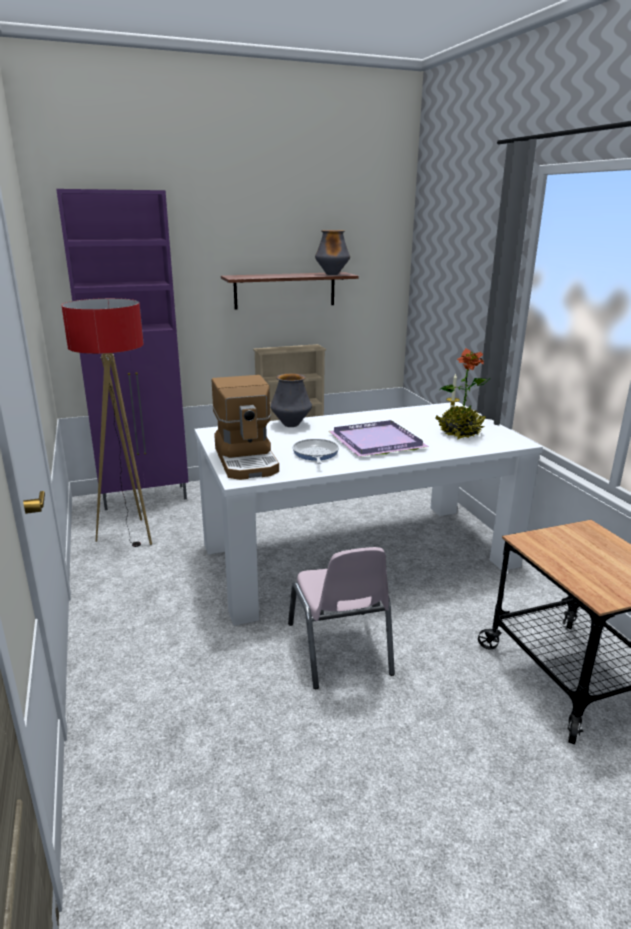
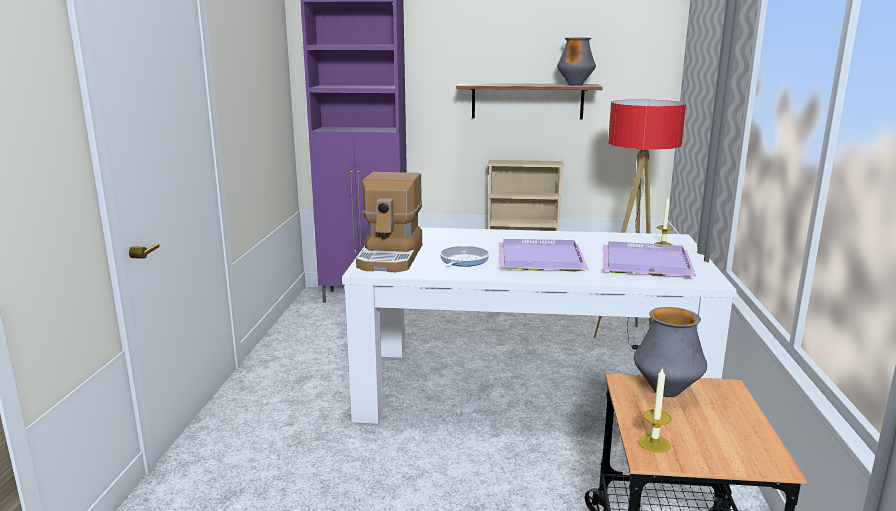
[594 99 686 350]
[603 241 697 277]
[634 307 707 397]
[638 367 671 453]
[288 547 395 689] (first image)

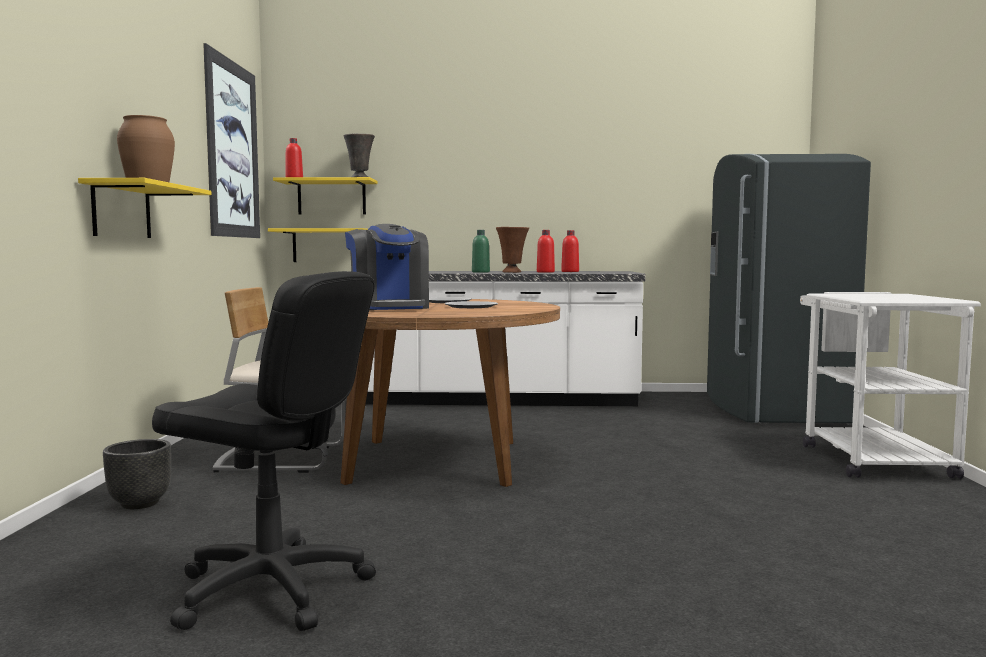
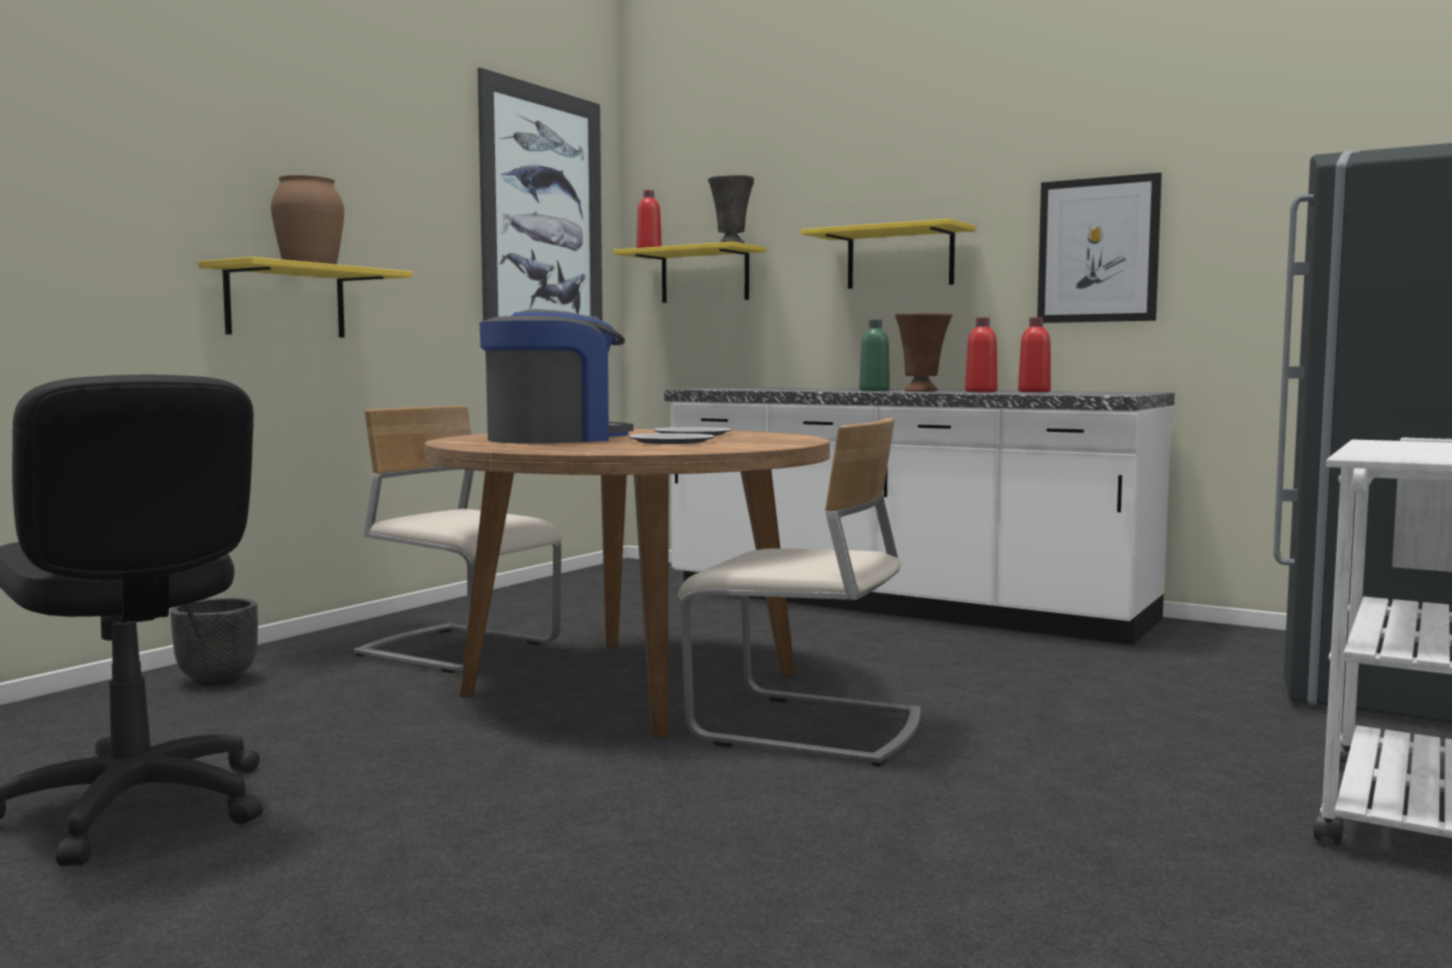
[480 309 634 444]
[678 418 920 767]
[801 219 975 289]
[1037 173 1162 323]

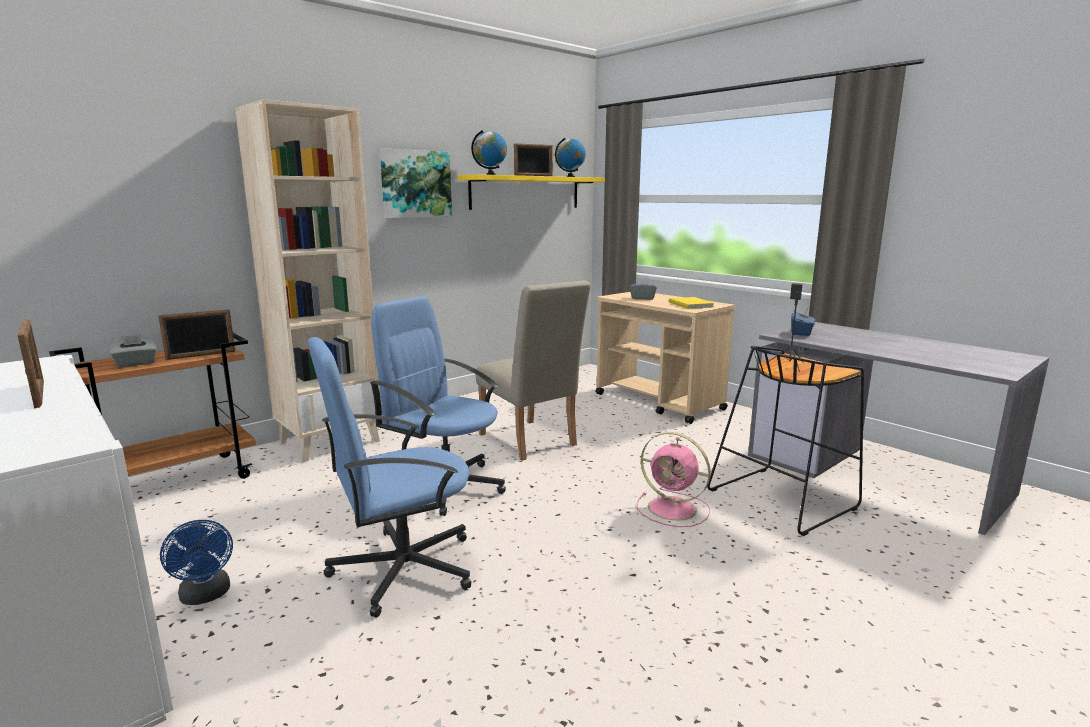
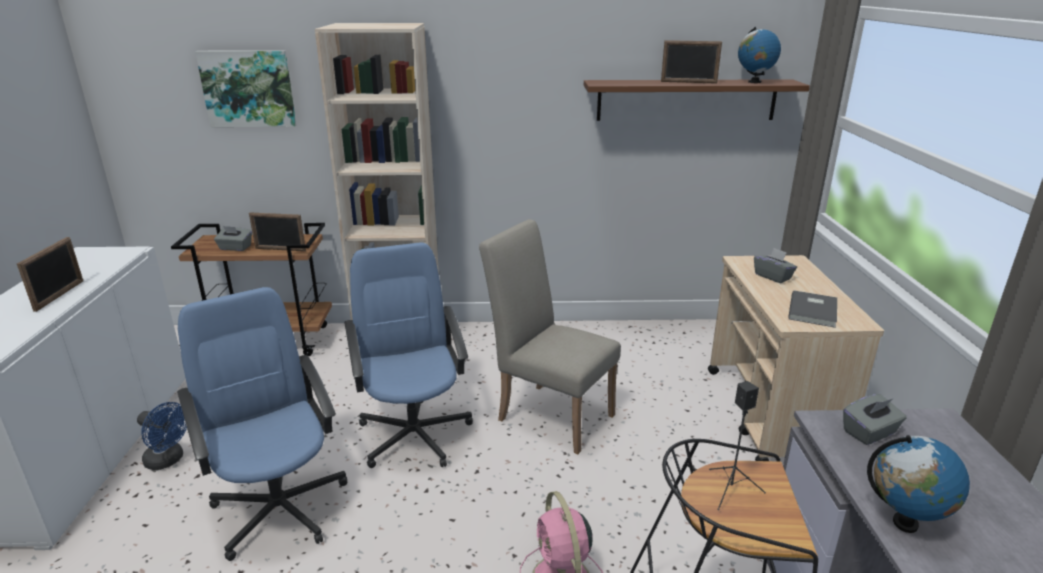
[137 402 187 470]
[177 287 348 561]
[195 50 296 127]
[479 219 621 454]
[584 79 810 121]
[788 290 837 328]
[843 394 907 445]
[867 435 970 533]

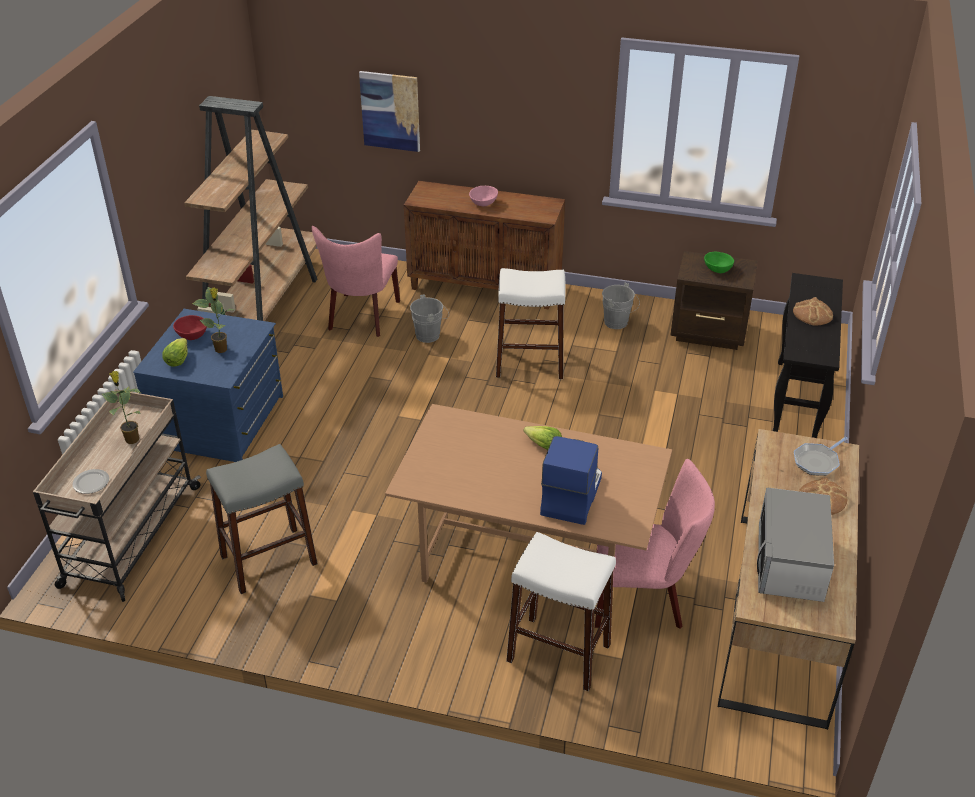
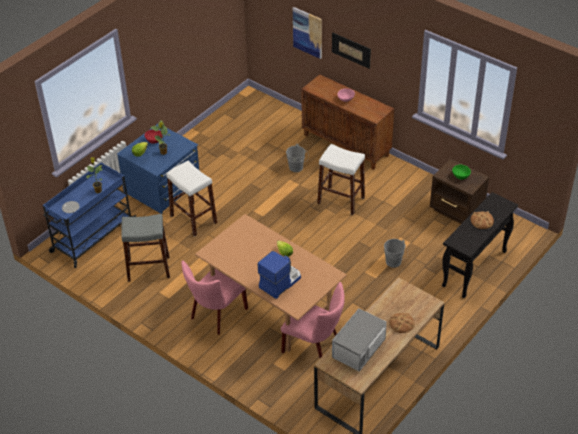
[43 163 136 268]
[166 161 217 237]
[181 260 248 335]
[332 33 371 69]
[384 239 408 268]
[184 96 323 321] (first image)
[794 437 848 476] (first image)

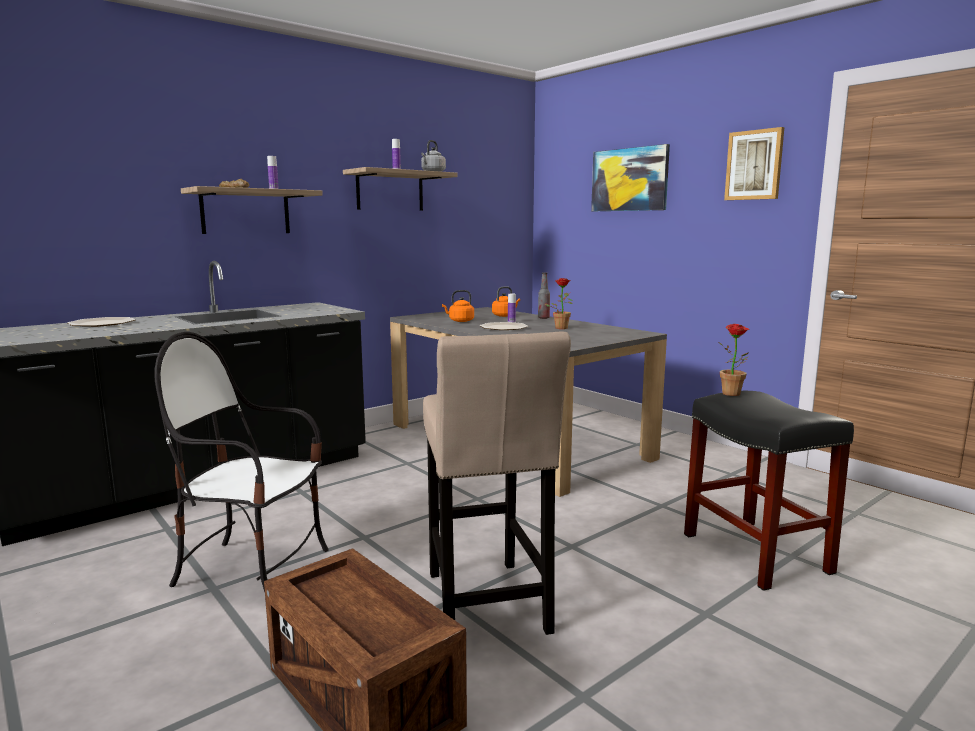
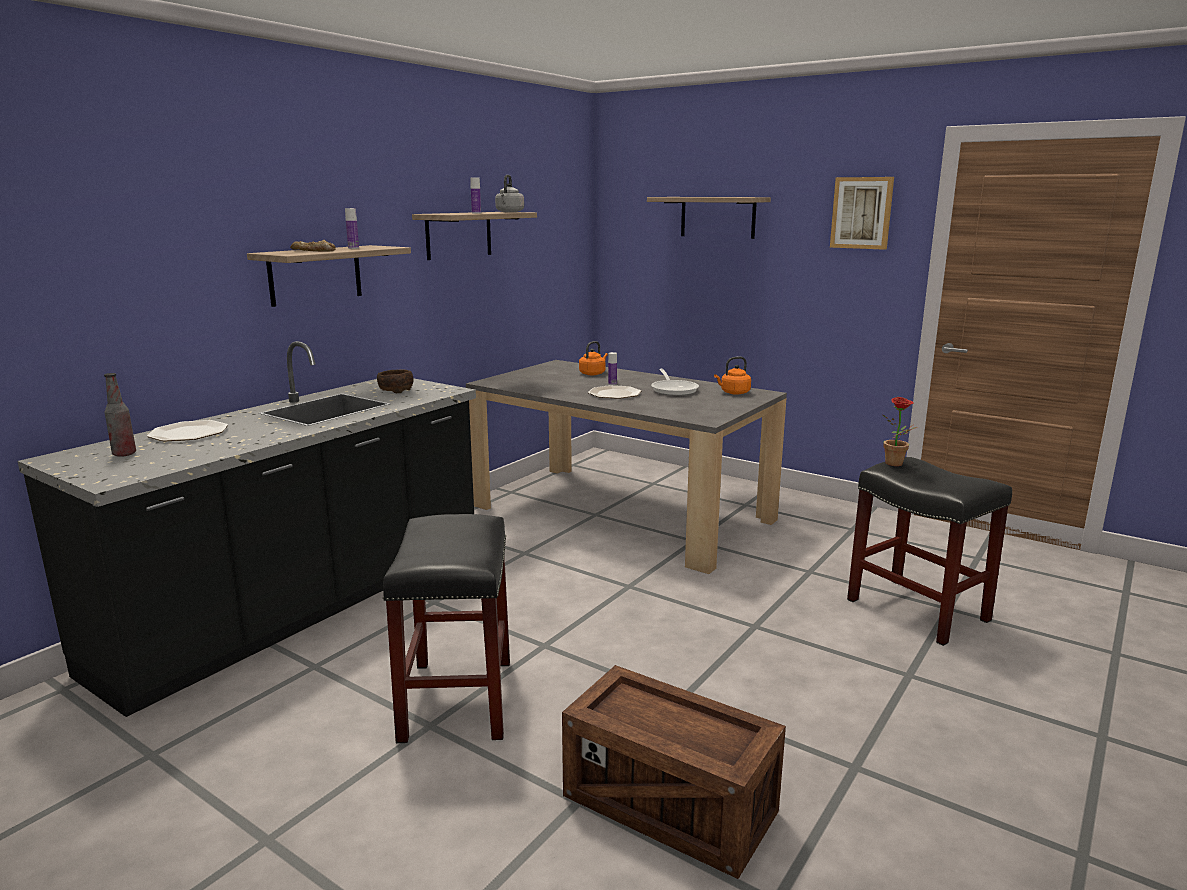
[104 373 136 457]
[377 369 413 393]
[383 514 510 743]
[647 197 771 239]
[651 369 699 396]
[714 356 751 395]
[423 331 571 635] (first image)

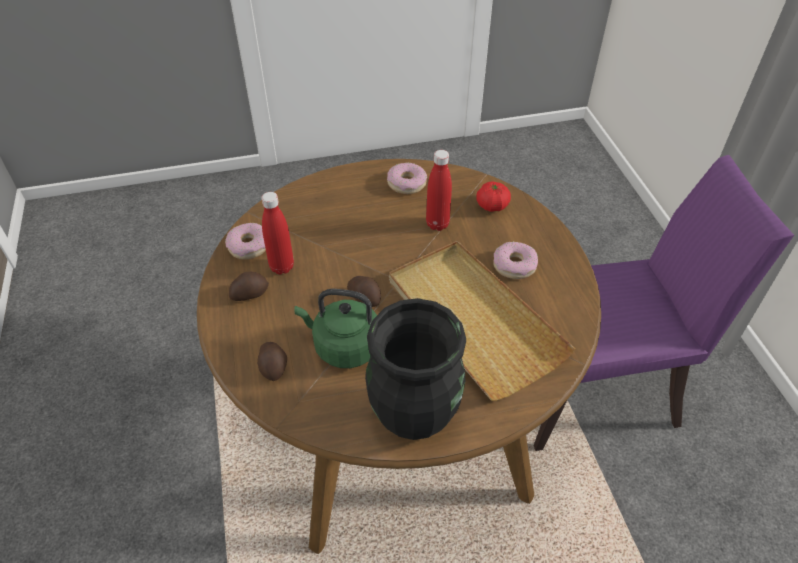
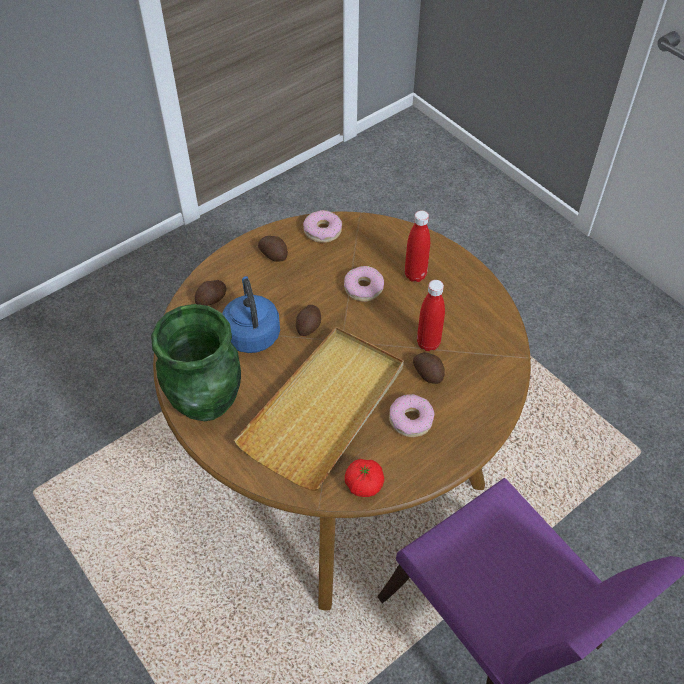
[151 304 241 421]
[222 276 280 353]
[344 266 384 301]
[345 459 384 497]
[405 211 430 282]
[413 352 444 384]

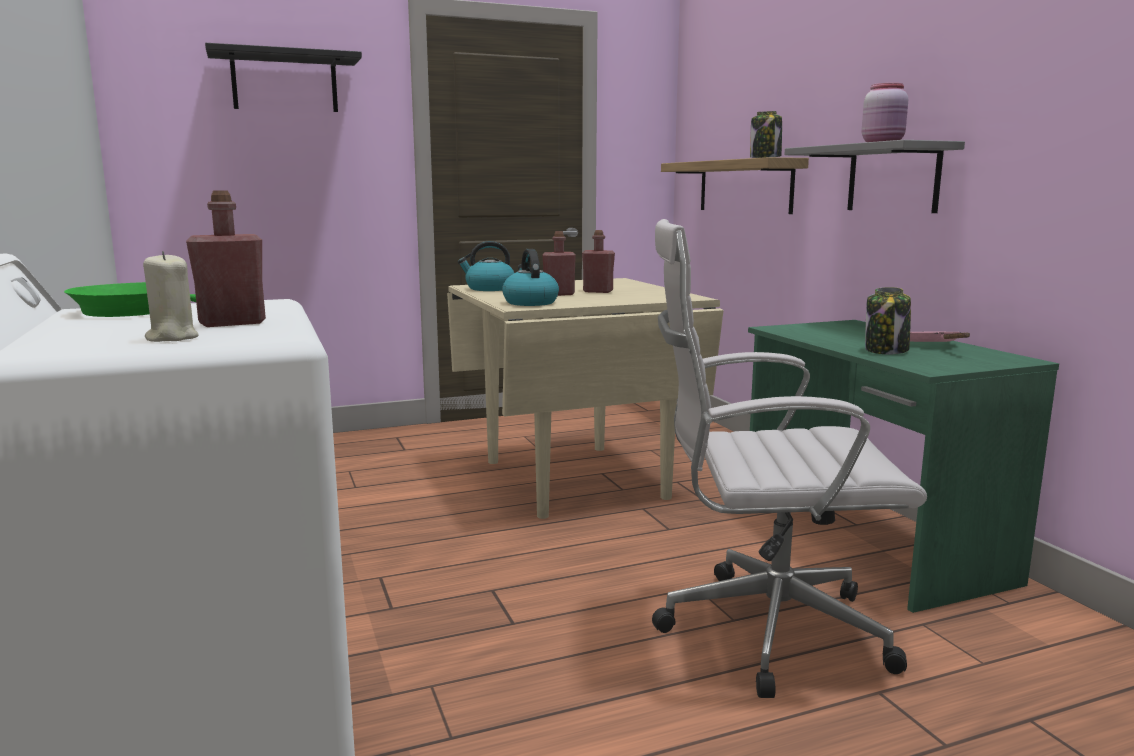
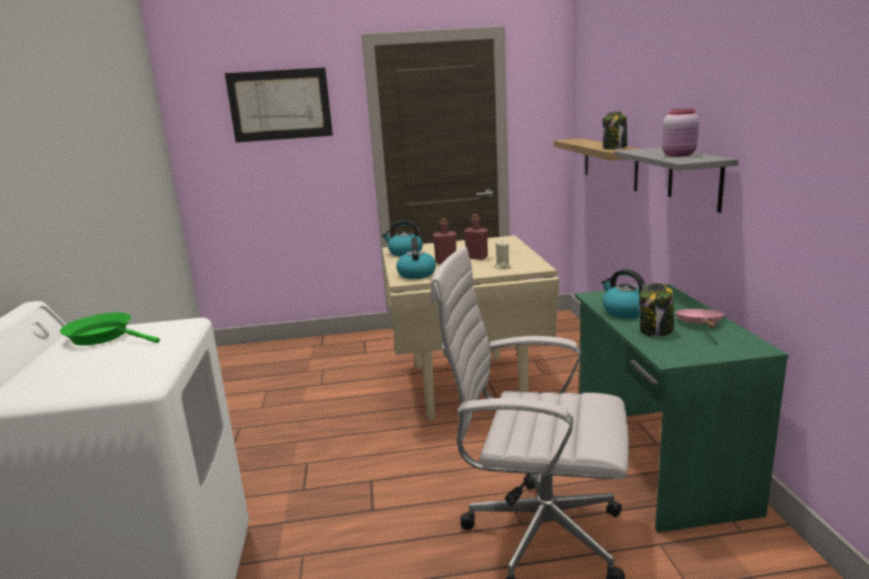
[225 67 333 142]
[494 240 511 269]
[601 269 645 318]
[186 190 266 327] (first image)

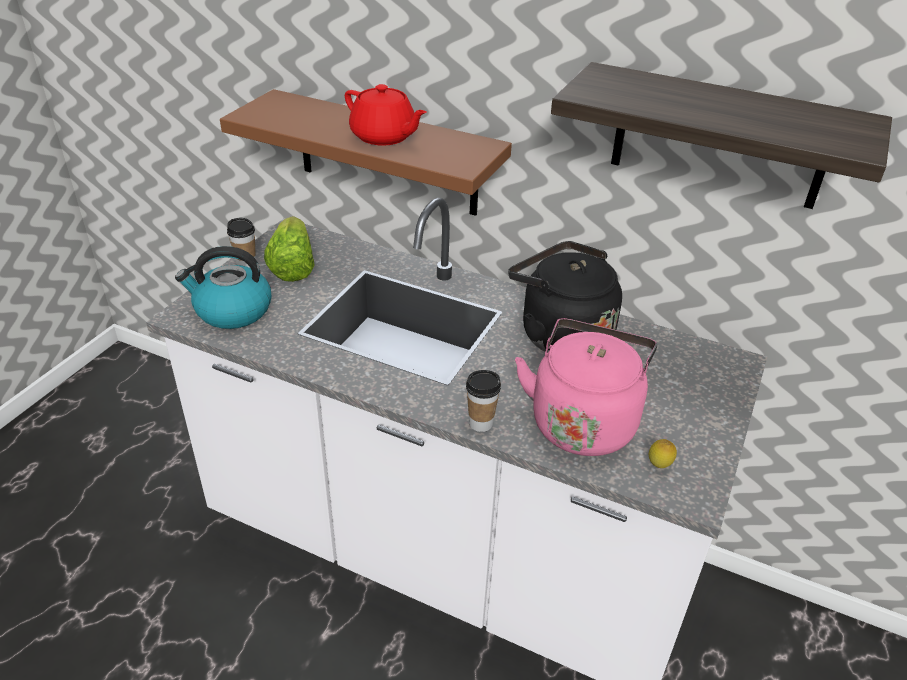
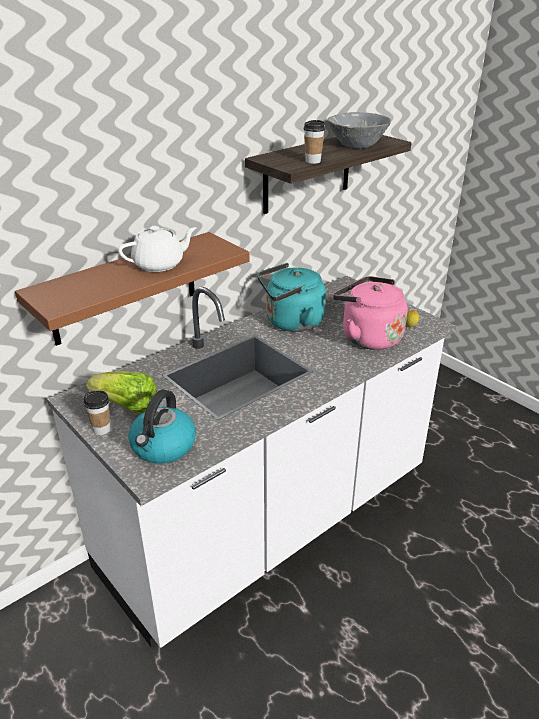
[118 226 197 272]
[257 263 326 332]
[304 120 325 164]
[327 112 391 149]

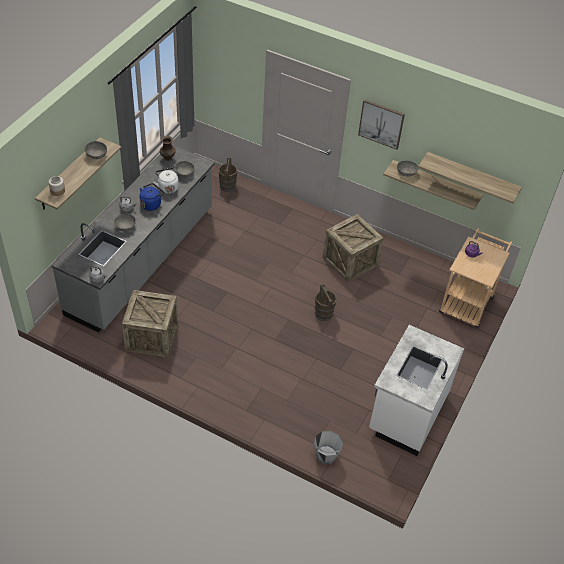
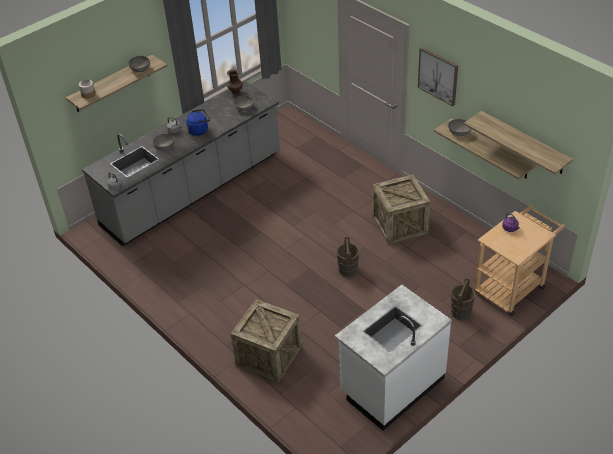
[231 299 302 382]
[450 277 475 320]
[154 167 179 194] (first image)
[314 431 343 464] (first image)

